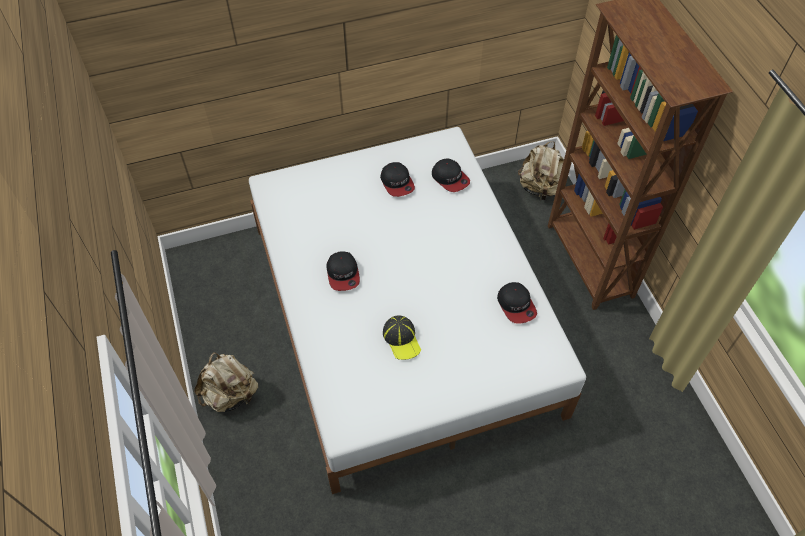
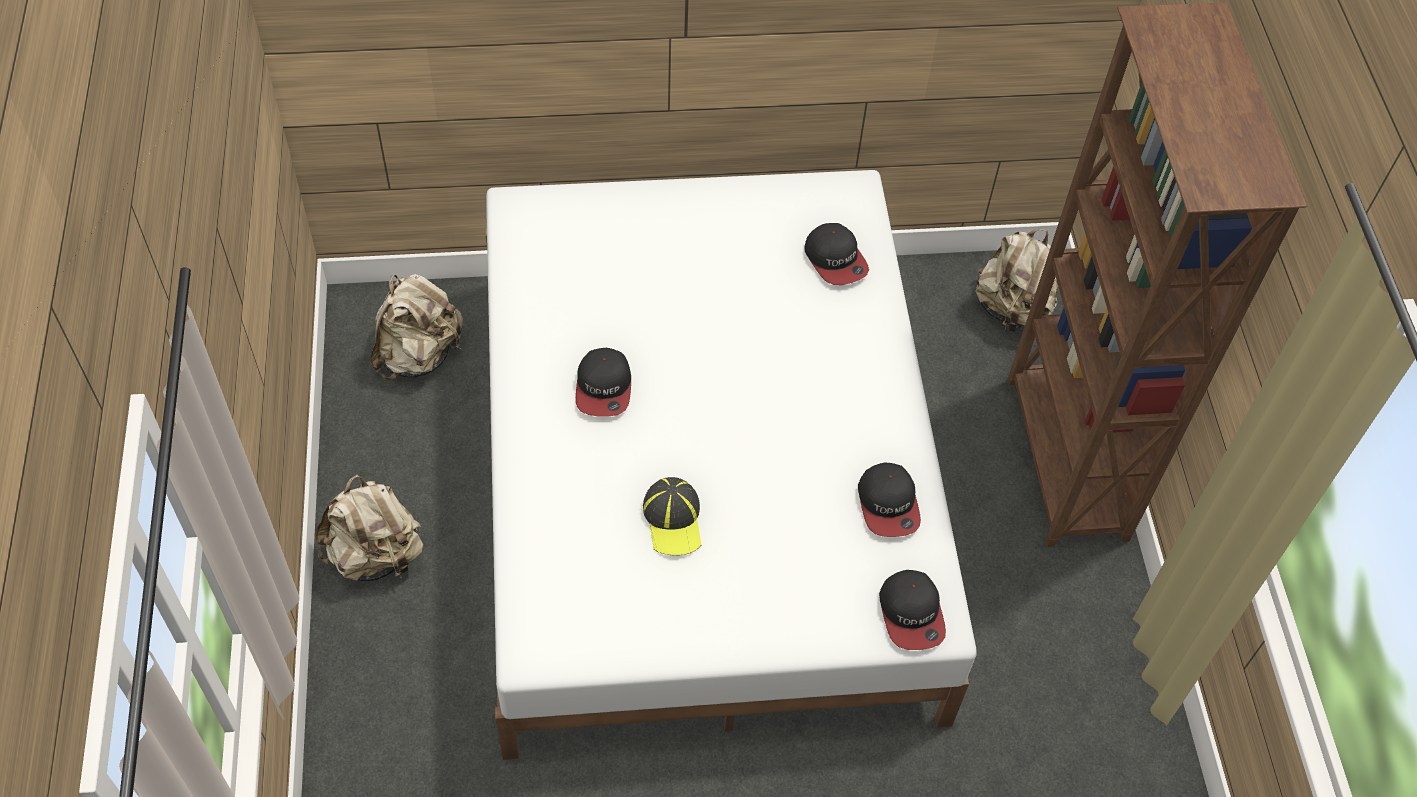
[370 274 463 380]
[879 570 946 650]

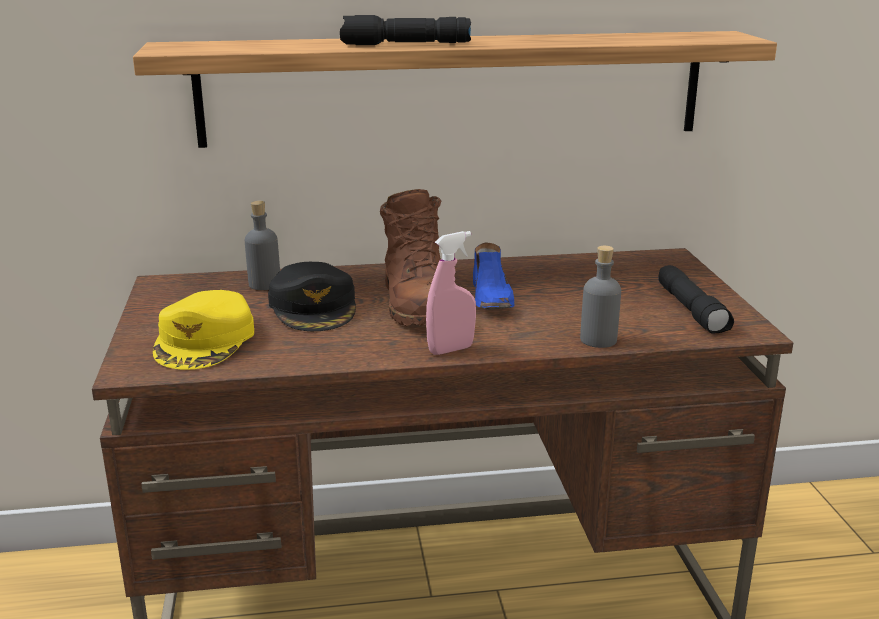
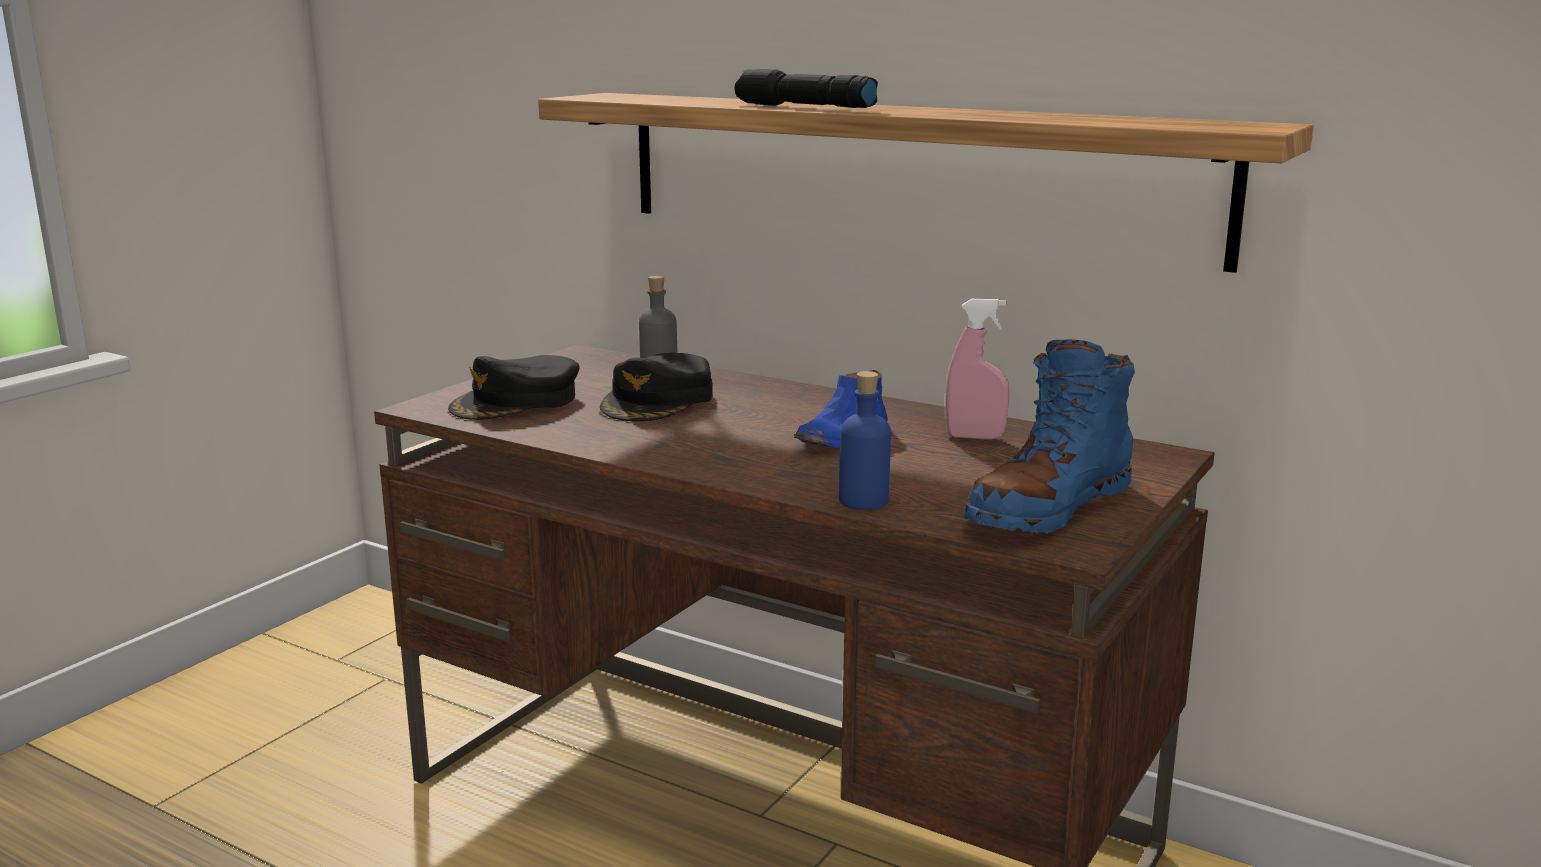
[448 355 579 420]
[839 371 891 510]
[945 299 1010 440]
[964 339 1135 534]
[380 189 441 326] (first image)

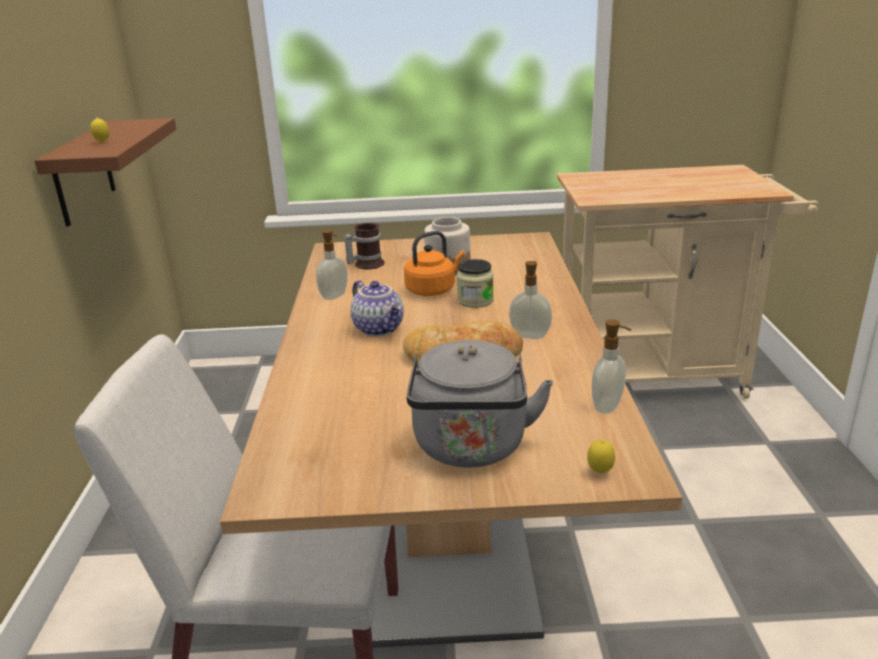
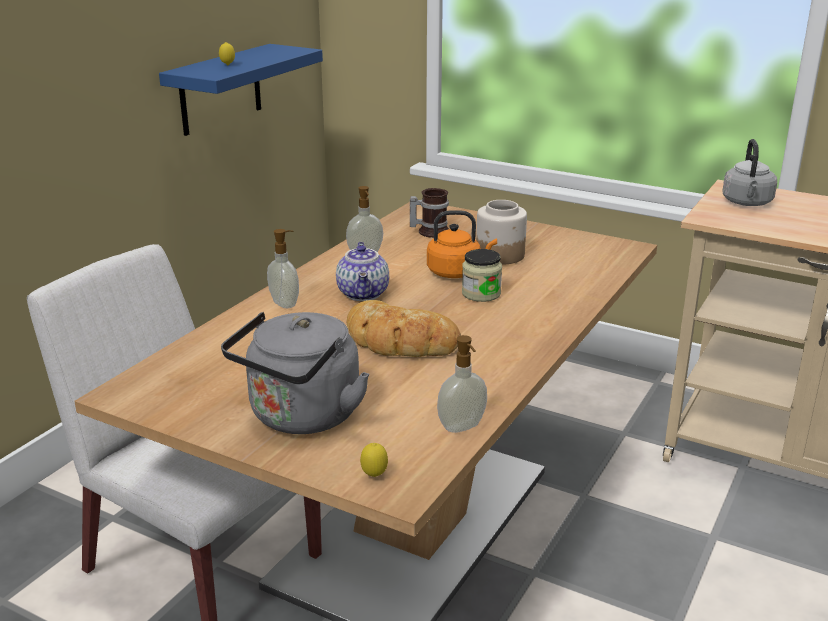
[159 44 323 136]
[267 229 299 308]
[722 139 777 206]

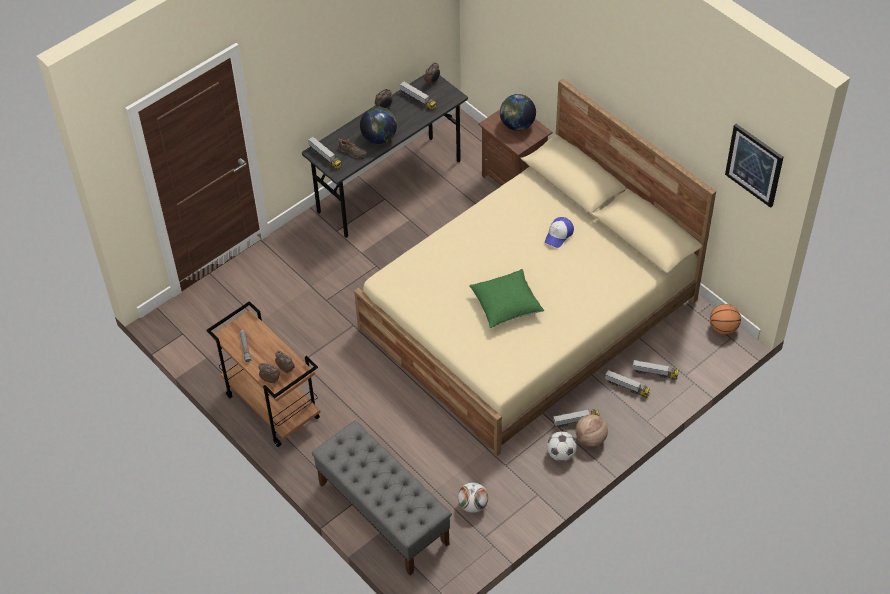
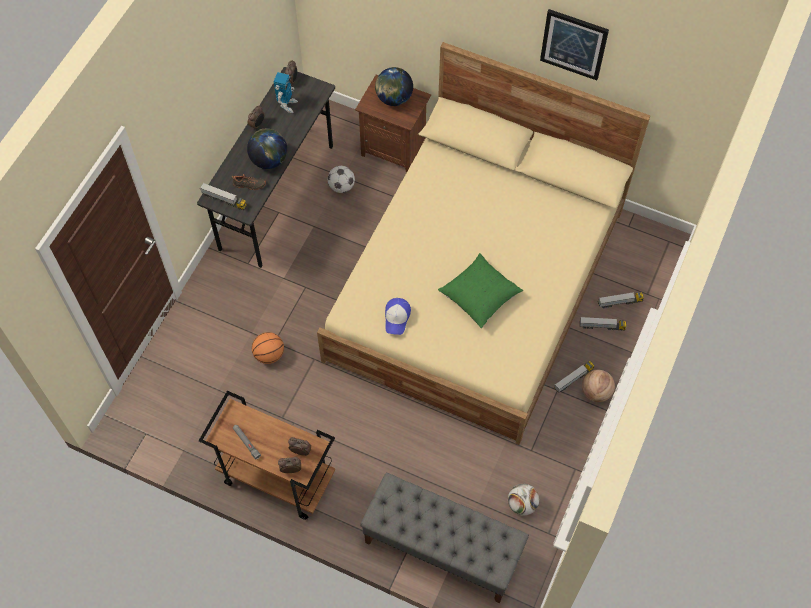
[252 332 284 364]
[274 72 298 113]
[328 166 355 193]
[385 298 411 335]
[540 9 609 80]

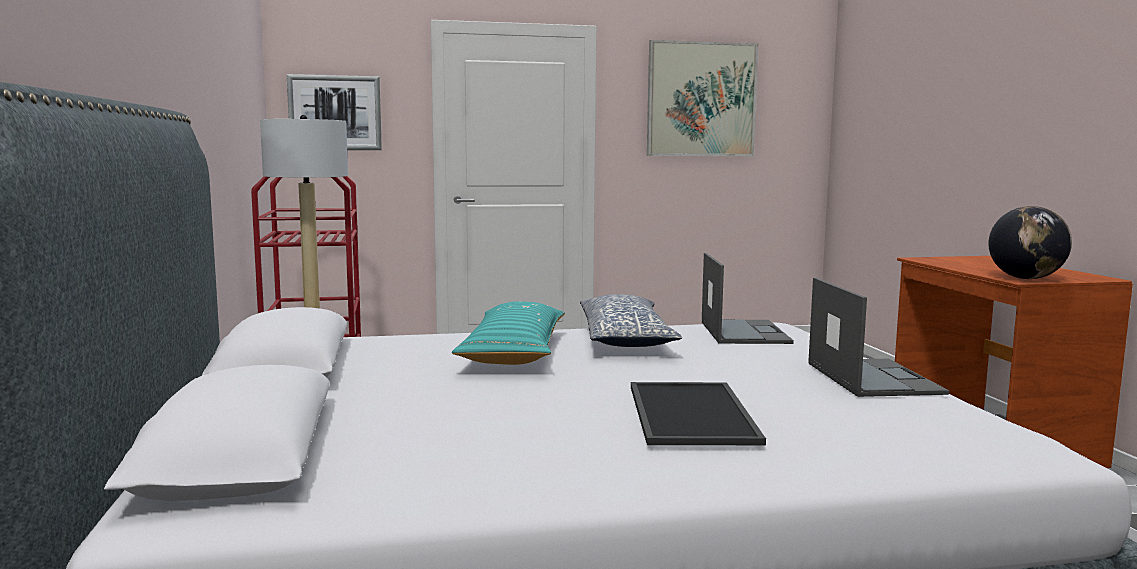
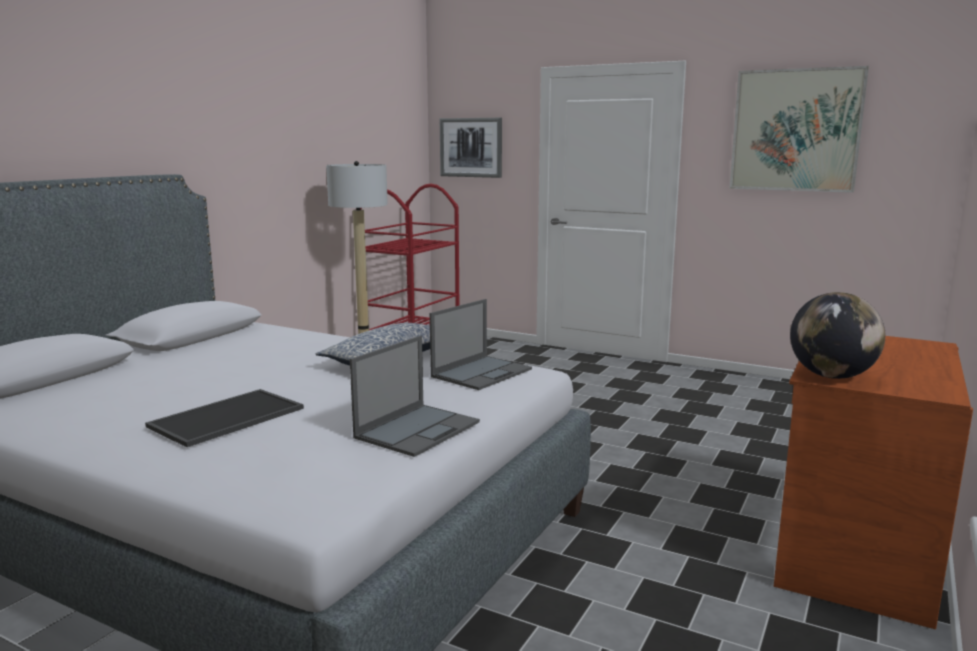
[452 301 565 365] (first image)

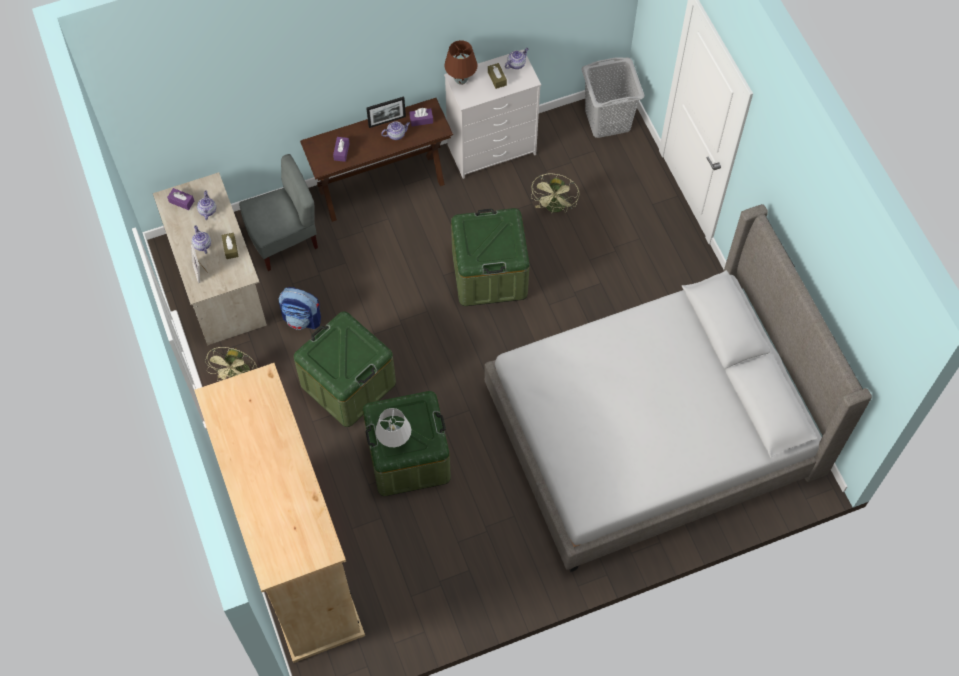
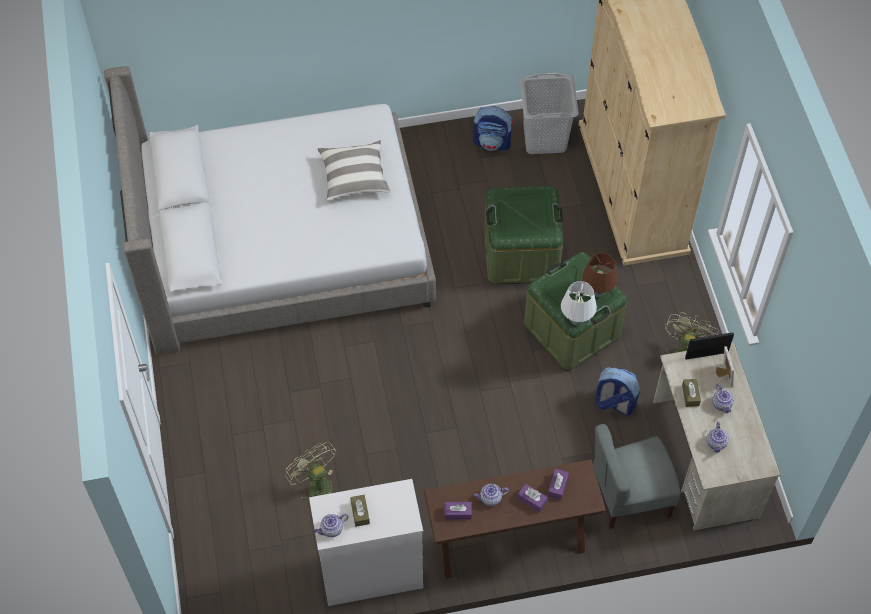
[286 442 336 505]
[318 140 390 201]
[473 106 514 151]
[517 484 548 512]
[520 73 579 154]
[561 281 597 325]
[582 253 618 297]
[685 332 734 359]
[451 208 530 306] (first image)

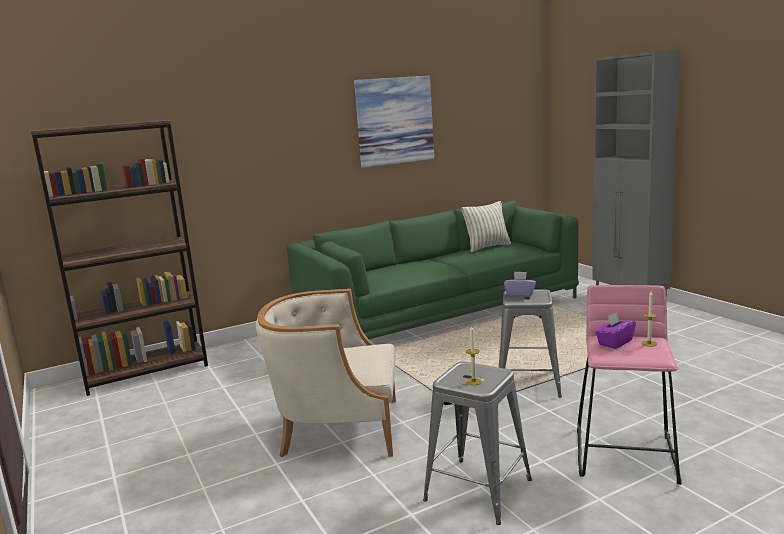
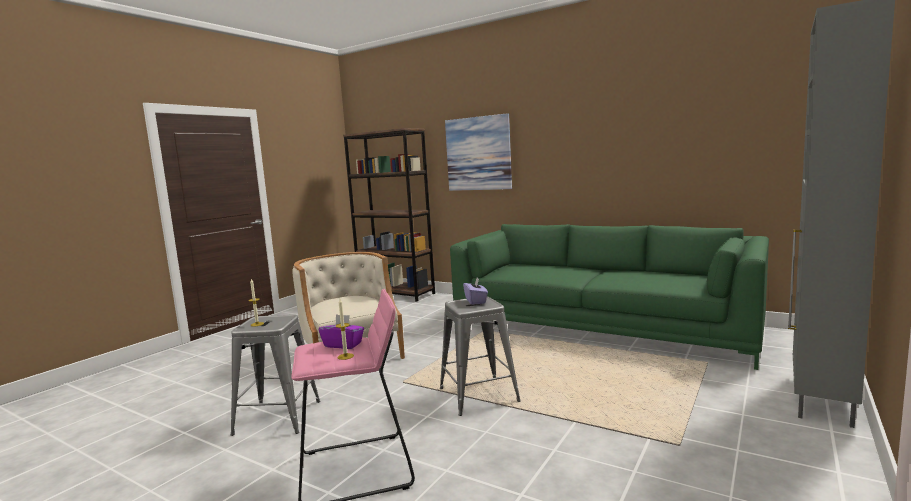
[445 113 512 191]
[461 201 511 252] (first image)

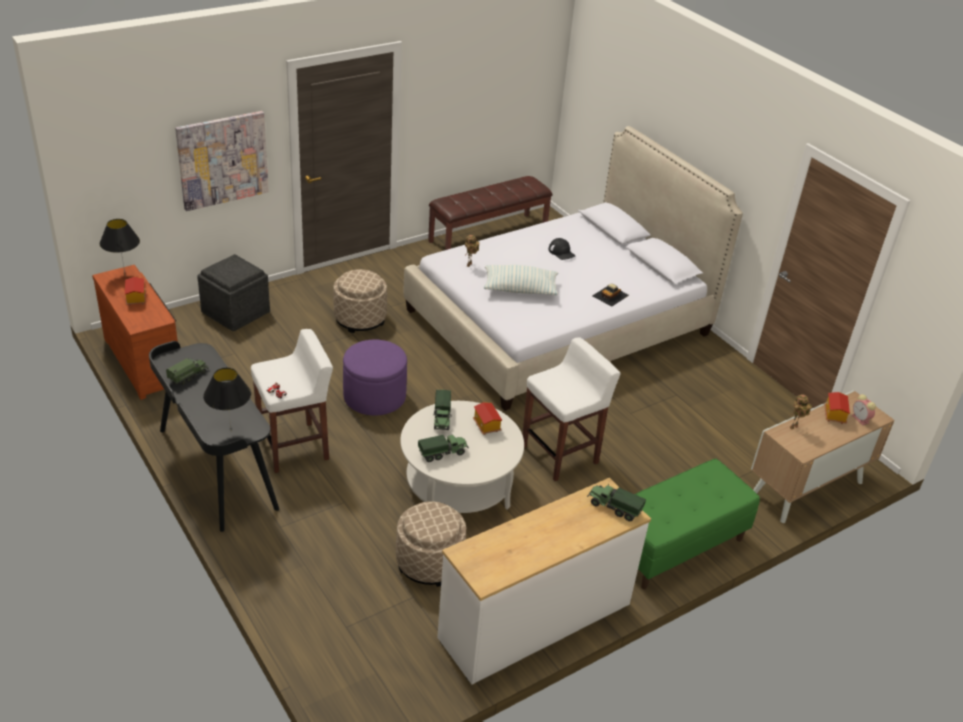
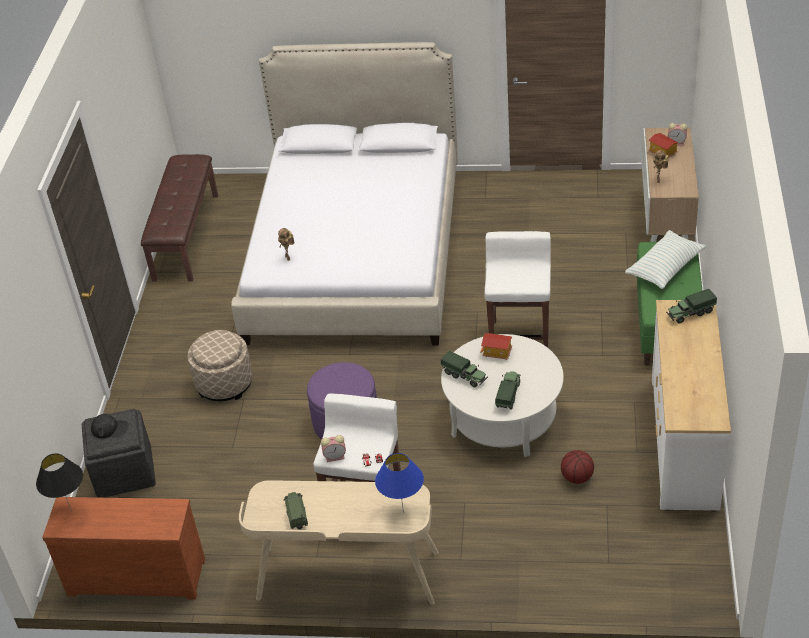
[91 414 129 439]
[239 480 439 605]
[321 435 346 462]
[375 453 424 513]
[561 450 594 484]
[625 230 706 289]
[125 277 146 306] (first image)
[175 111 269 211] (first image)
[592 284 629 307] (first image)

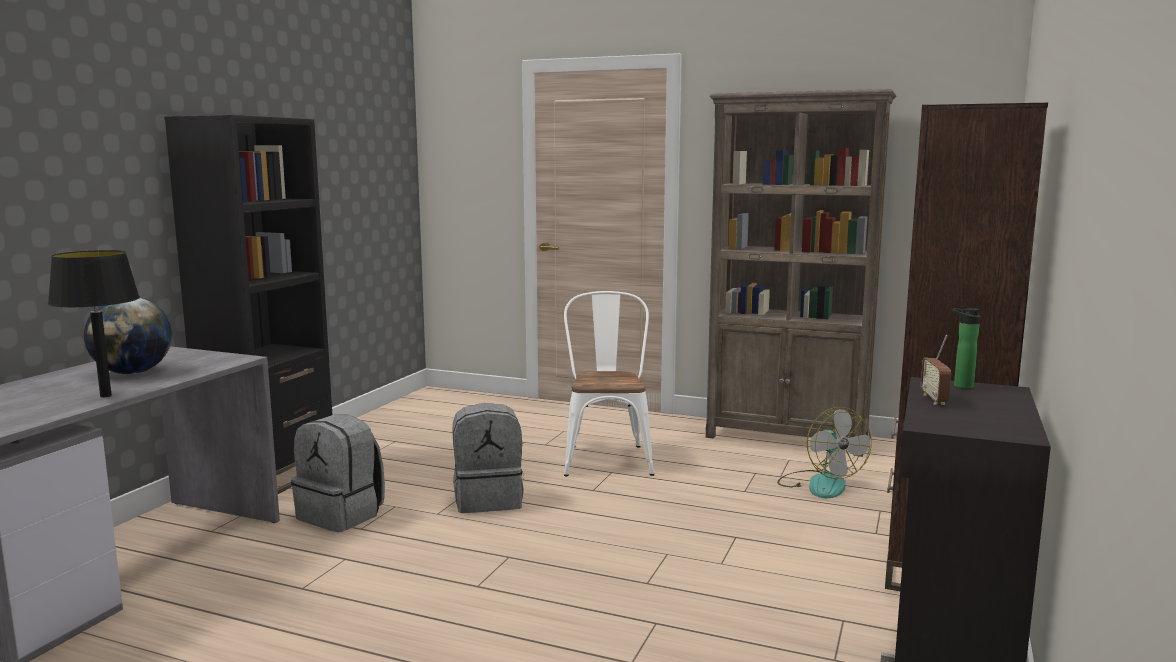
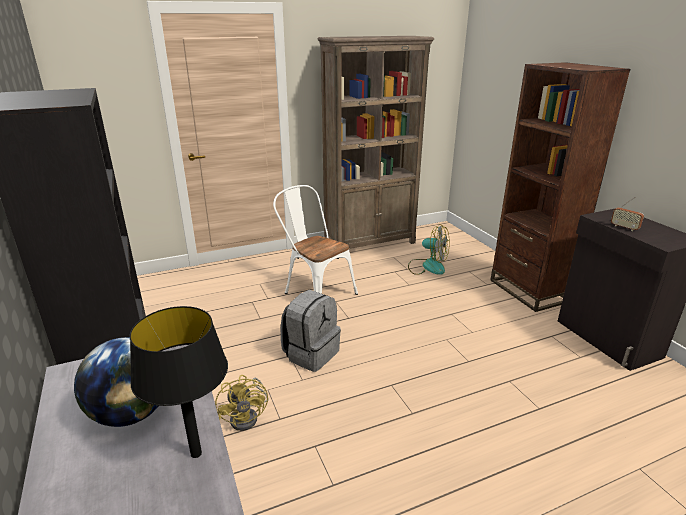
[215 375 269 431]
[952 308 981 389] (first image)

